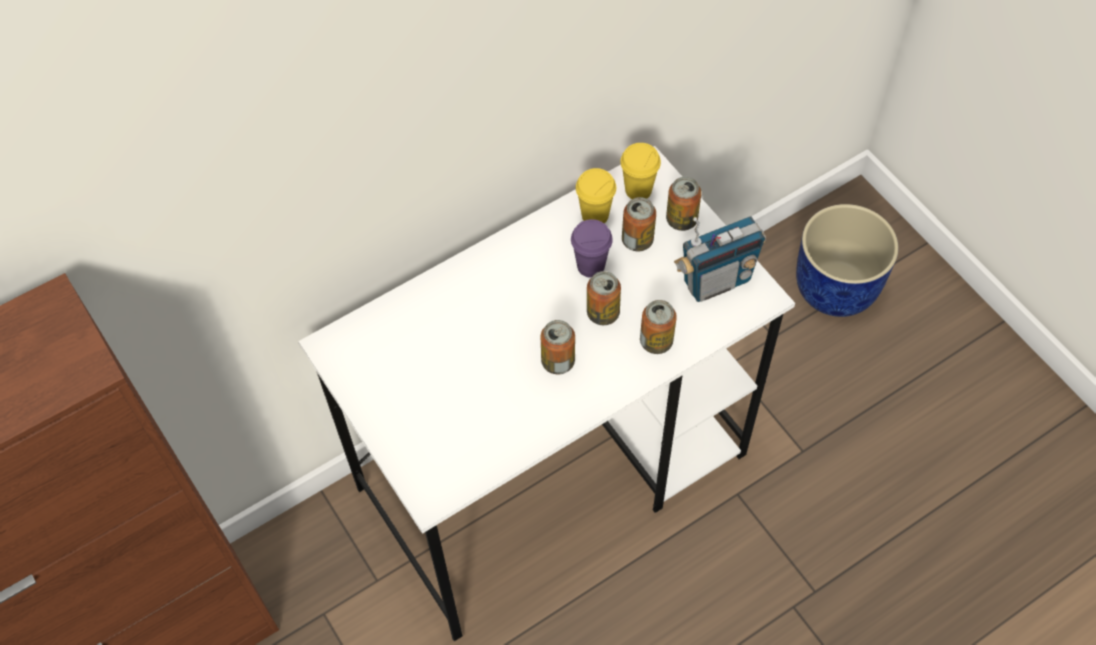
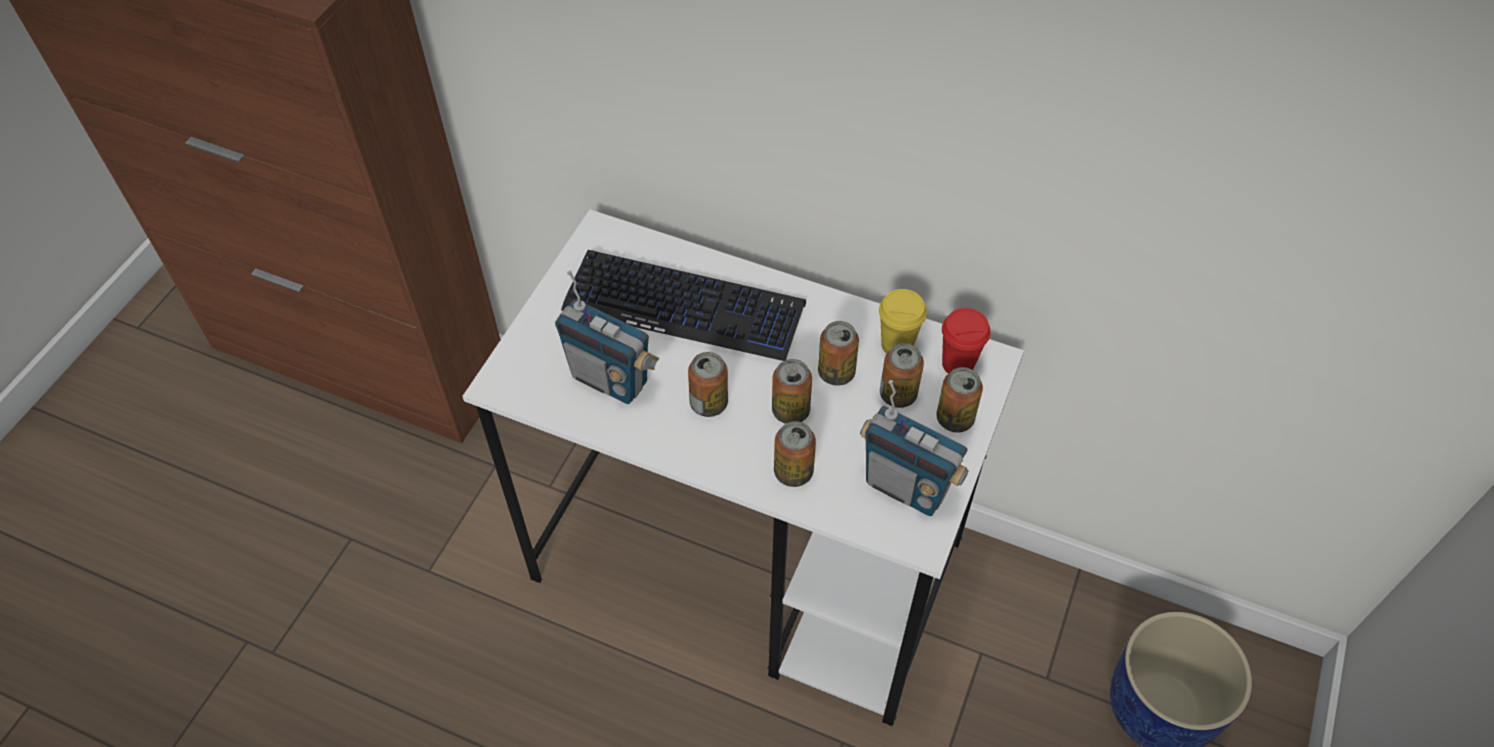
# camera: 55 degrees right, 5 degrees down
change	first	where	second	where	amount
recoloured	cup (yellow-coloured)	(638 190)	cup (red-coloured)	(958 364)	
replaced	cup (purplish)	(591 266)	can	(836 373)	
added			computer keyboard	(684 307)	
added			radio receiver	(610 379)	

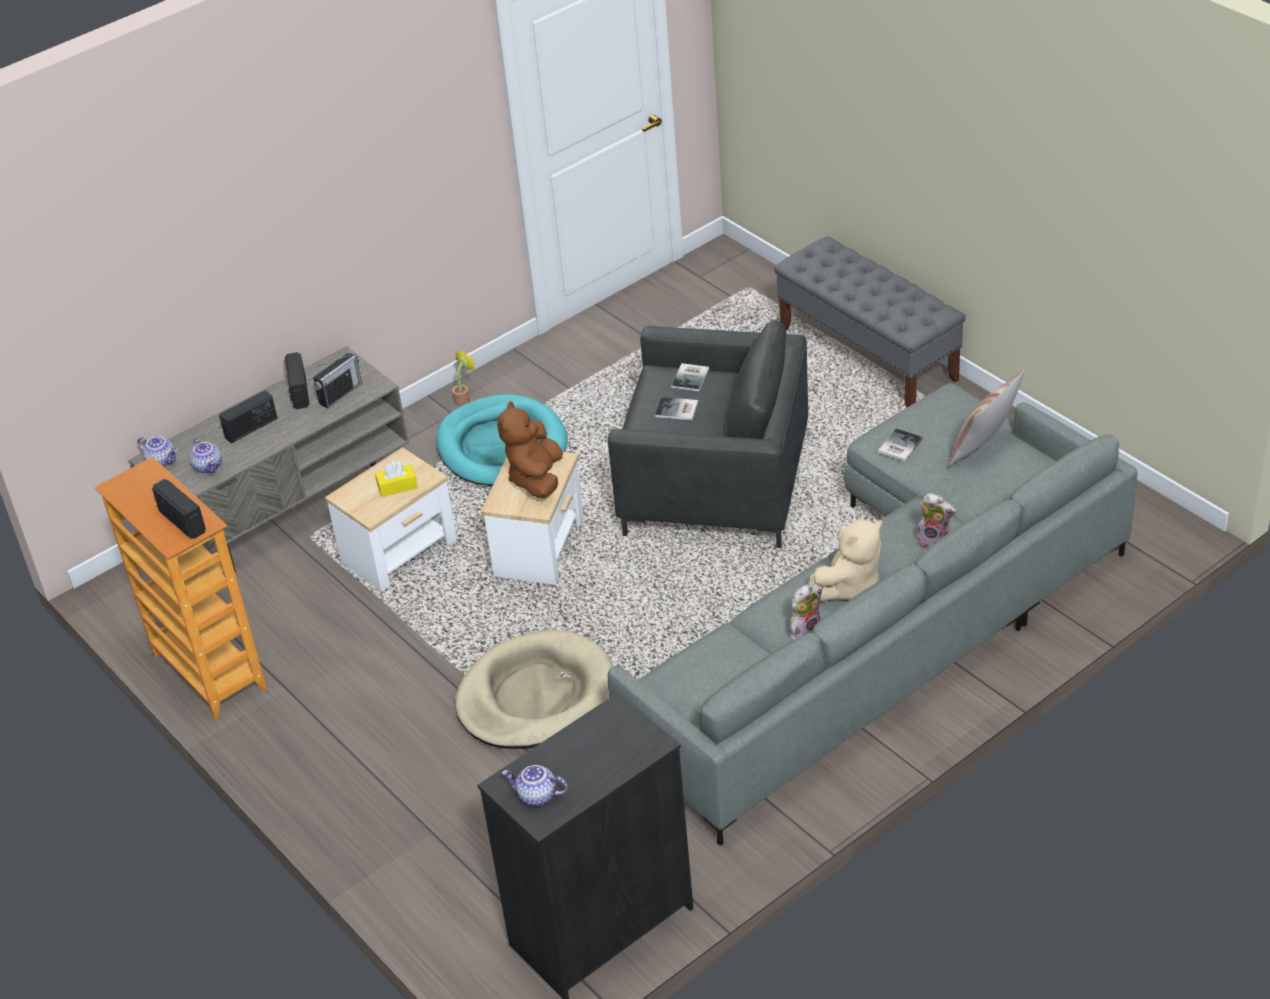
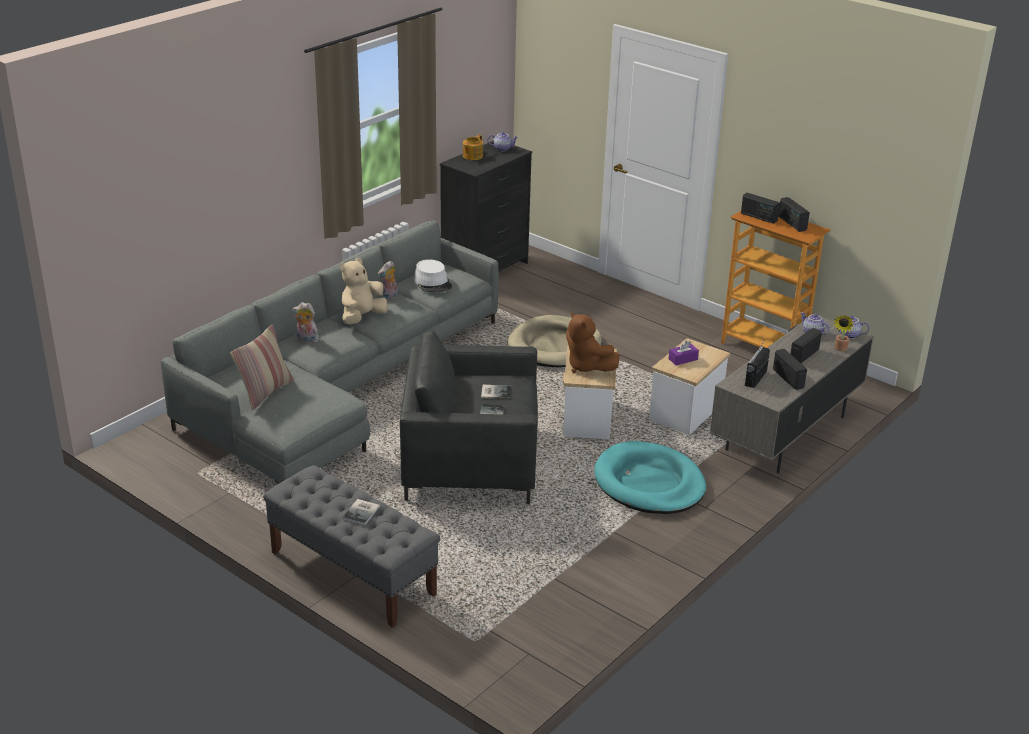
# camera: 165 degrees right, 10 degrees down
change	first	where	second	where	amount
moved	potted plant	(464 399)		(840 349)	
turned	soft toy (brown)	(536 479)		(587 366)	150 degrees clockwise
moved	bound book	(898 446)		(362 512)	
recoloured	box of tissues (yellow-coloured)	(397 486)	box of tissues (purplish)	(683 359)	
added			teapot	(472 156)	
added			radio receiver	(792 223)	
added			wearable hat (whitish)	(433 283)	

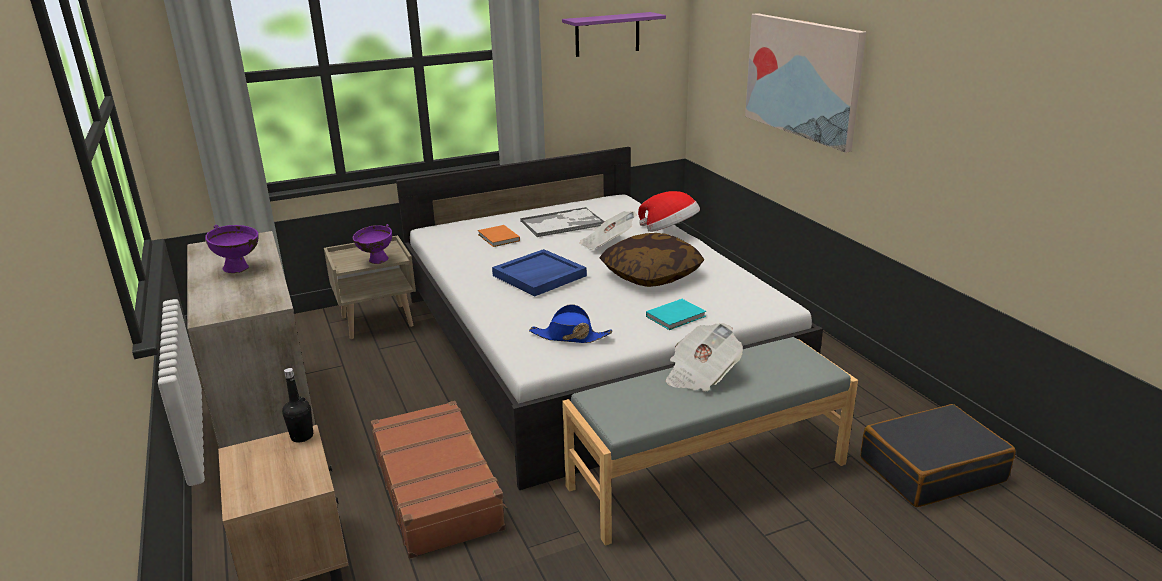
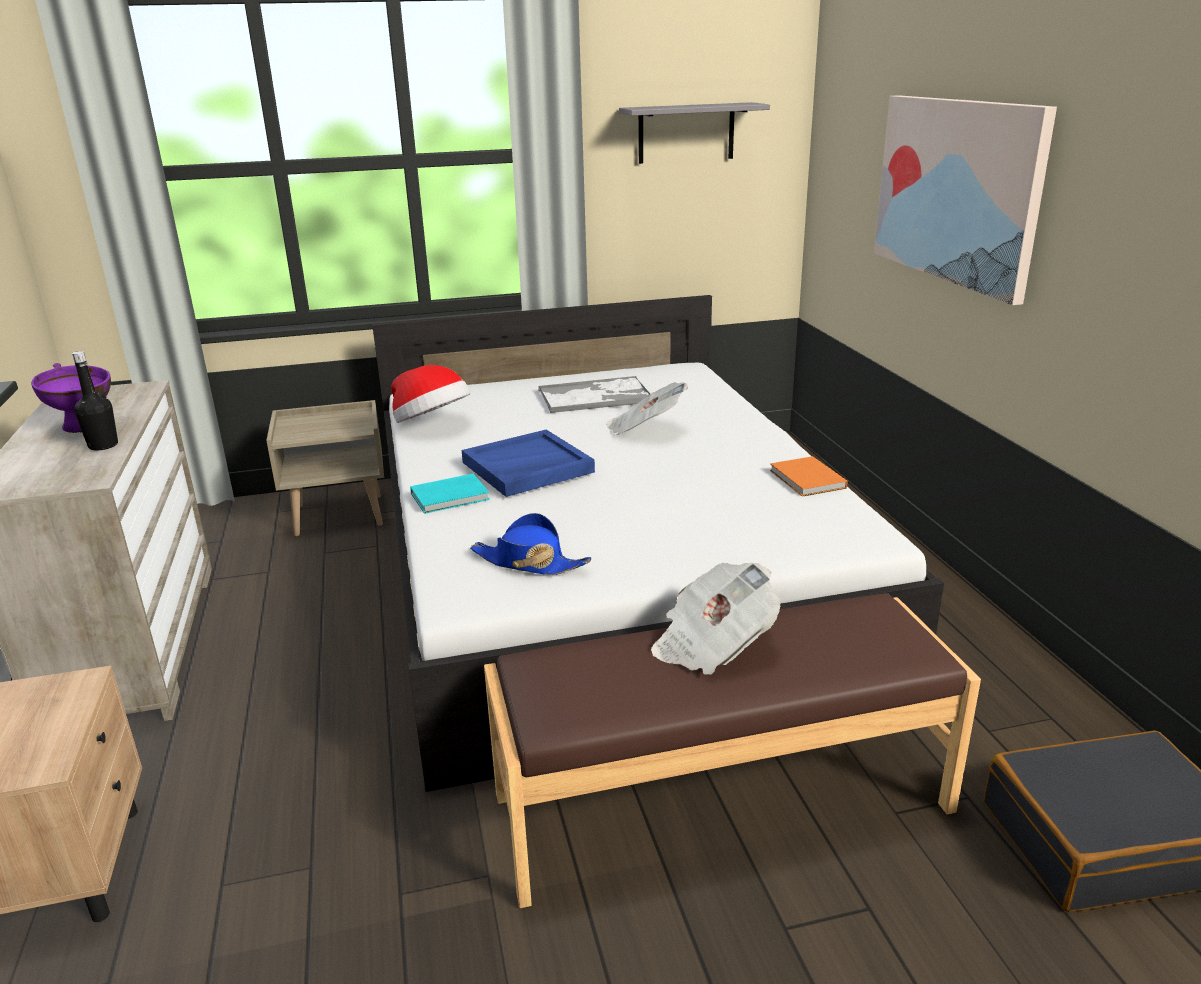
# camera: 10 degrees right, 0 degrees up
change	first	where	second	where	amount
recoloured	wall shelf (purplish)	(607 34)	wall shelf (greyish)	(686 133)	
moved	wearable hat	(670 231)		(431 424)	
removed	bowl (purplish)	(375 261)			
moved	bound book (orangey)	(498 238)		(807 480)	
removed	throw pillow	(651 275)			
moved	bound book (turquoise-coloured)	(677 316)		(452 496)	
recoloured	bench (greyish)	(706 474)	bench (brown)	(720 801)	
moved	beverage bottle (black)	(302 436)		(103 445)	
removed	suitcase (brown)	(438 490)			

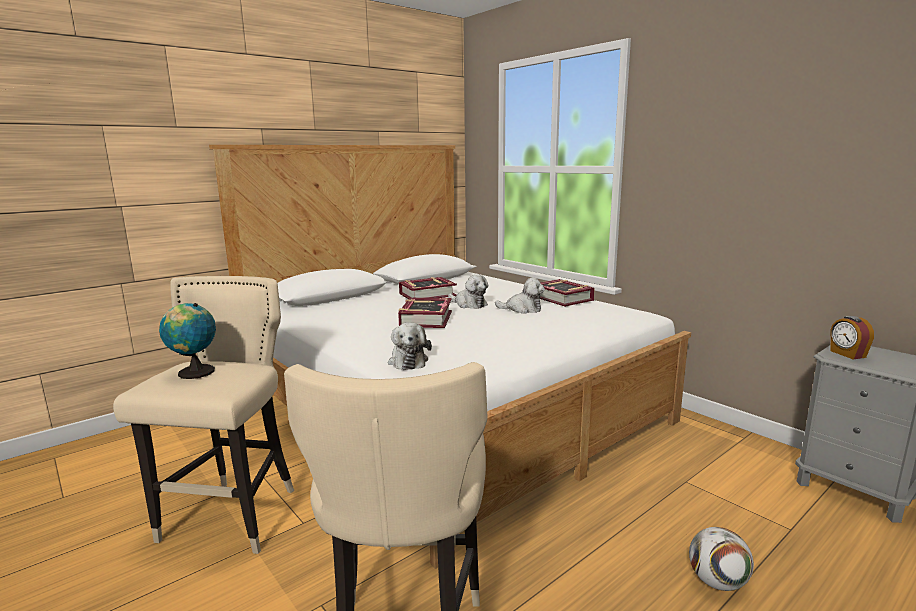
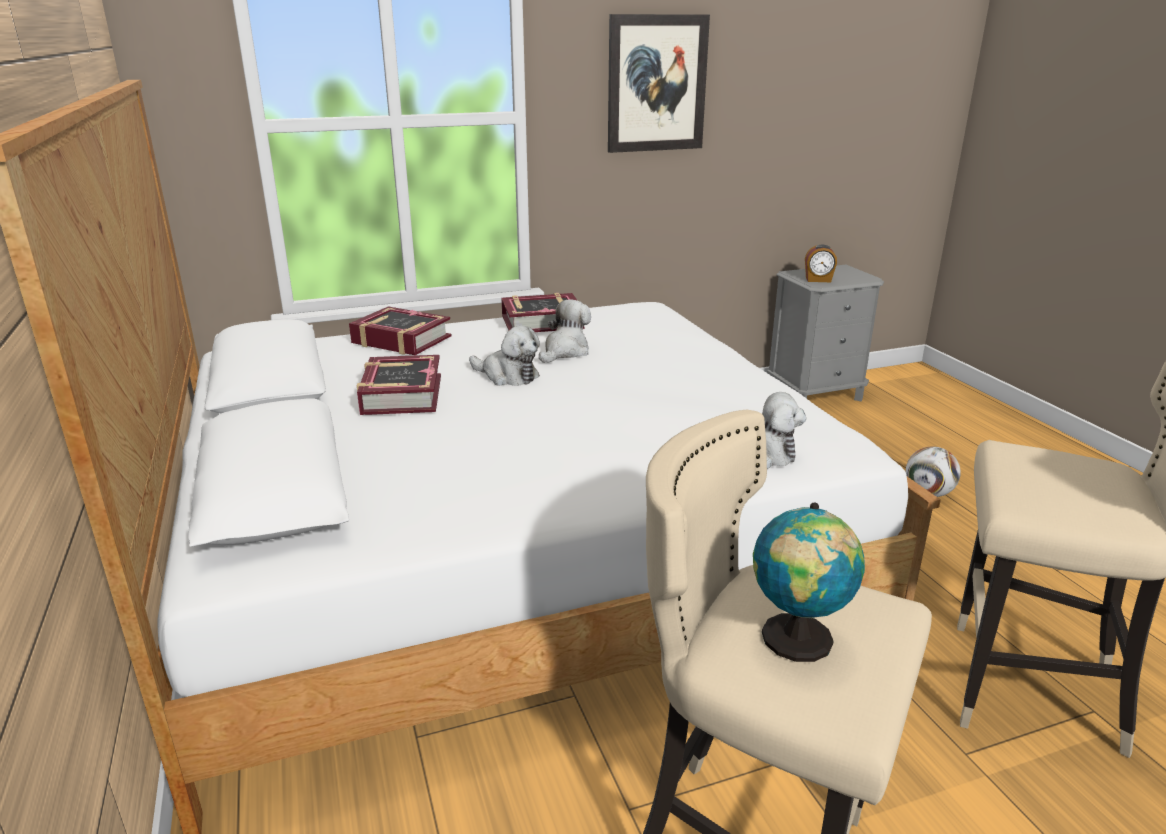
# camera: 70 degrees left, 10 degrees up
change	first	where	second	where	amount
turned	soft toy	(469 304)		(507 376)	60 degrees clockwise
moved	bound book	(425 319)		(401 340)	
added			picture	(656 84)	

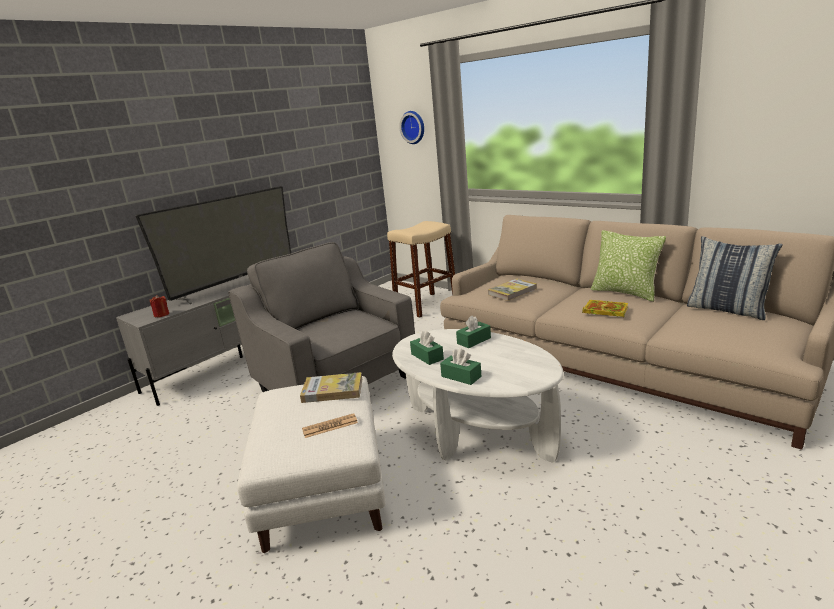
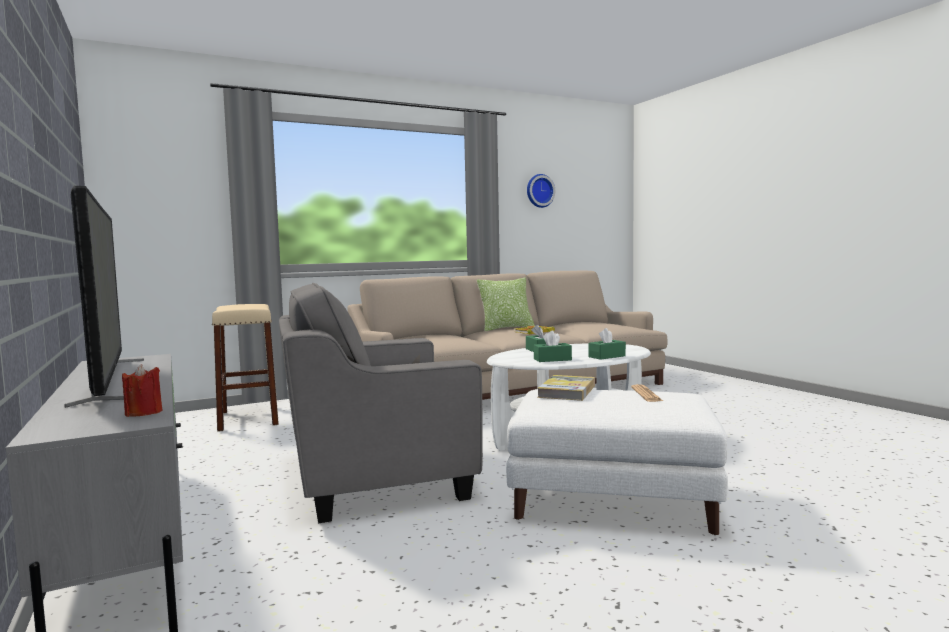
# camera: 70 degrees left, 15 degrees down
change	first	where	second	where	amount
moved	wall clock	(414 127)		(539 191)	
removed	throw pillow	(727 310)			
removed	bound book	(512 292)			

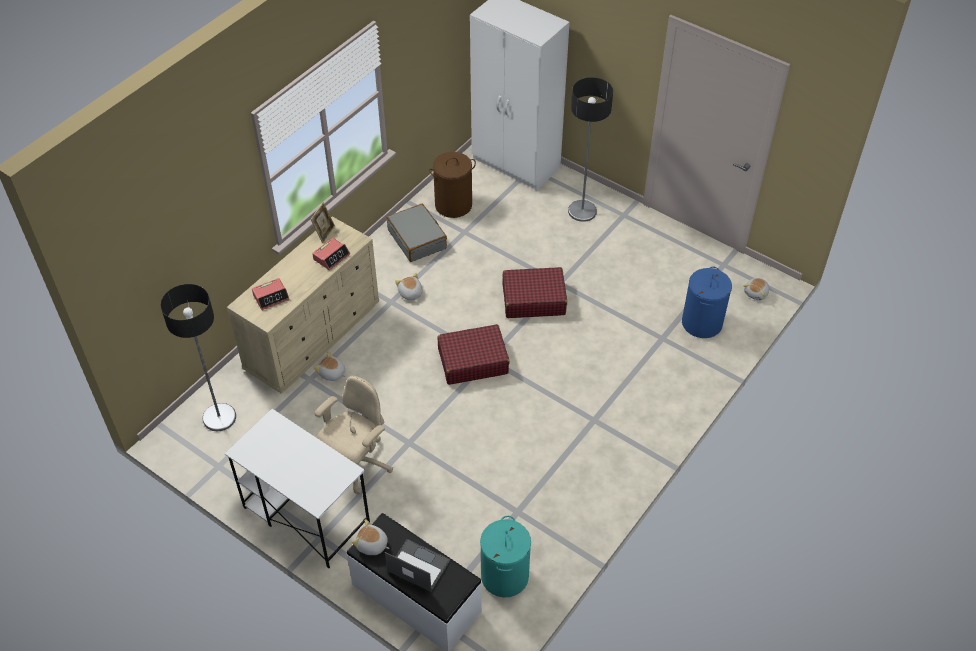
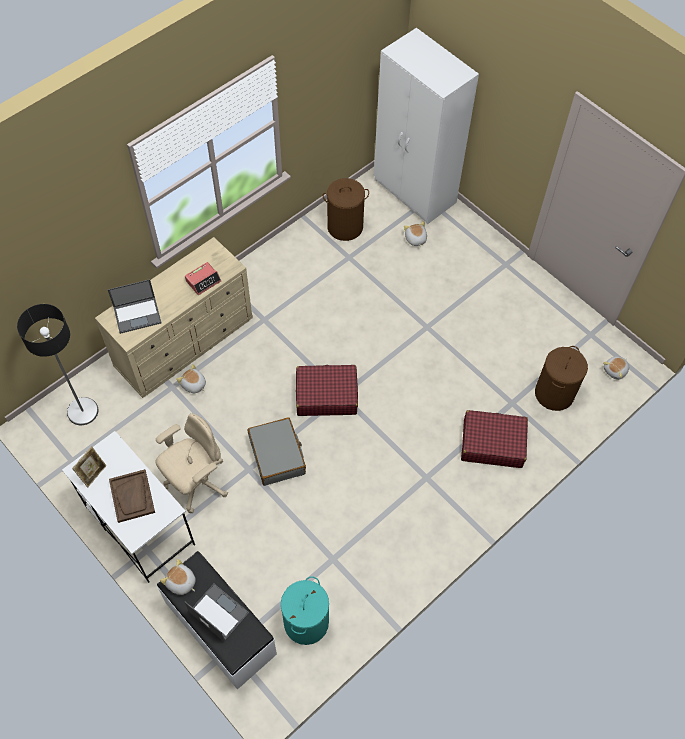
# camera: 10 degrees right, 10 degrees up
change	first	where	second	where	amount
removed	standing lamp	(582 211)			
moved	picture frame	(324 233)		(93 473)	
moved	suitcase (greyish)	(417 239)		(277 455)	
moved	suitcase (red-coloured)	(533 299)		(492 443)	
recoloured	washing basket (blue-coloured)	(702 323)	washing basket (brown)	(554 394)	
moved	soft toy	(410 293)		(415 239)	
replaced	bedside clock	(271 297)	portable computer	(138 314)	
added			tray (brown)	(132 496)	

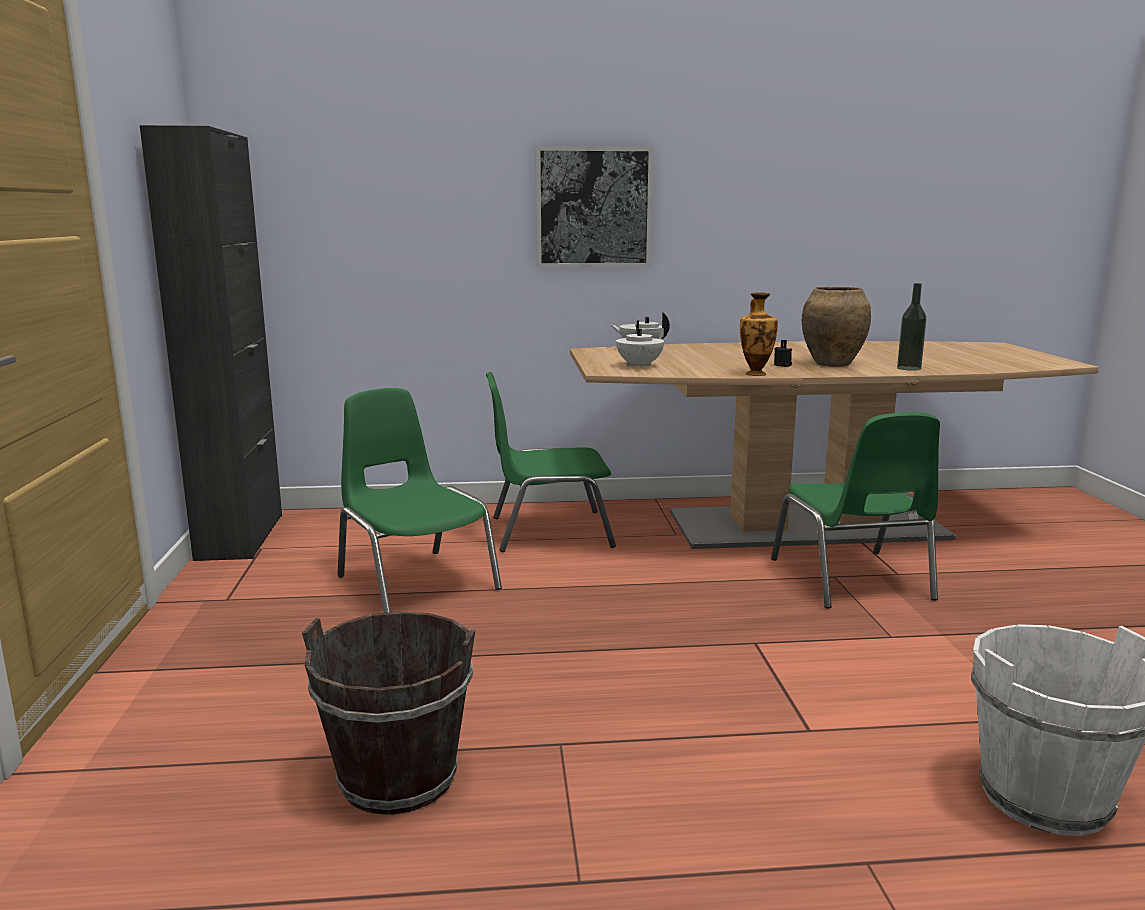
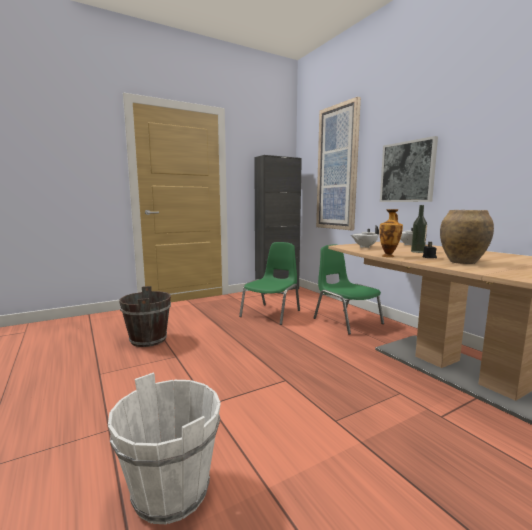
# camera: 65 degrees right, 5 degrees down
change	first	where	second	where	amount
moved	beverage bottle	(909 368)		(417 252)	
removed	chair (green-coloured)	(852 580)			
added			picture	(337 168)	

